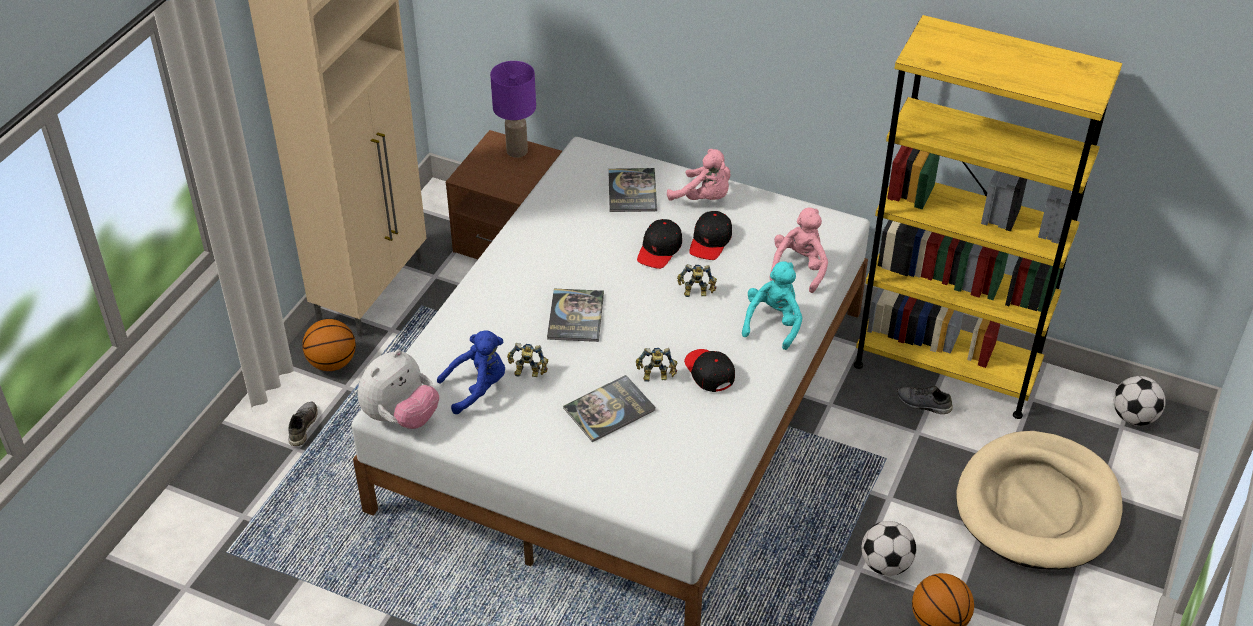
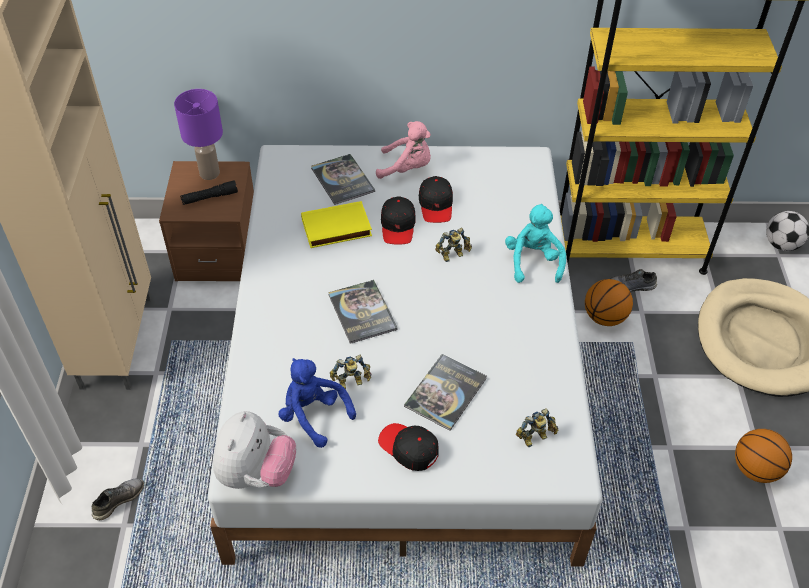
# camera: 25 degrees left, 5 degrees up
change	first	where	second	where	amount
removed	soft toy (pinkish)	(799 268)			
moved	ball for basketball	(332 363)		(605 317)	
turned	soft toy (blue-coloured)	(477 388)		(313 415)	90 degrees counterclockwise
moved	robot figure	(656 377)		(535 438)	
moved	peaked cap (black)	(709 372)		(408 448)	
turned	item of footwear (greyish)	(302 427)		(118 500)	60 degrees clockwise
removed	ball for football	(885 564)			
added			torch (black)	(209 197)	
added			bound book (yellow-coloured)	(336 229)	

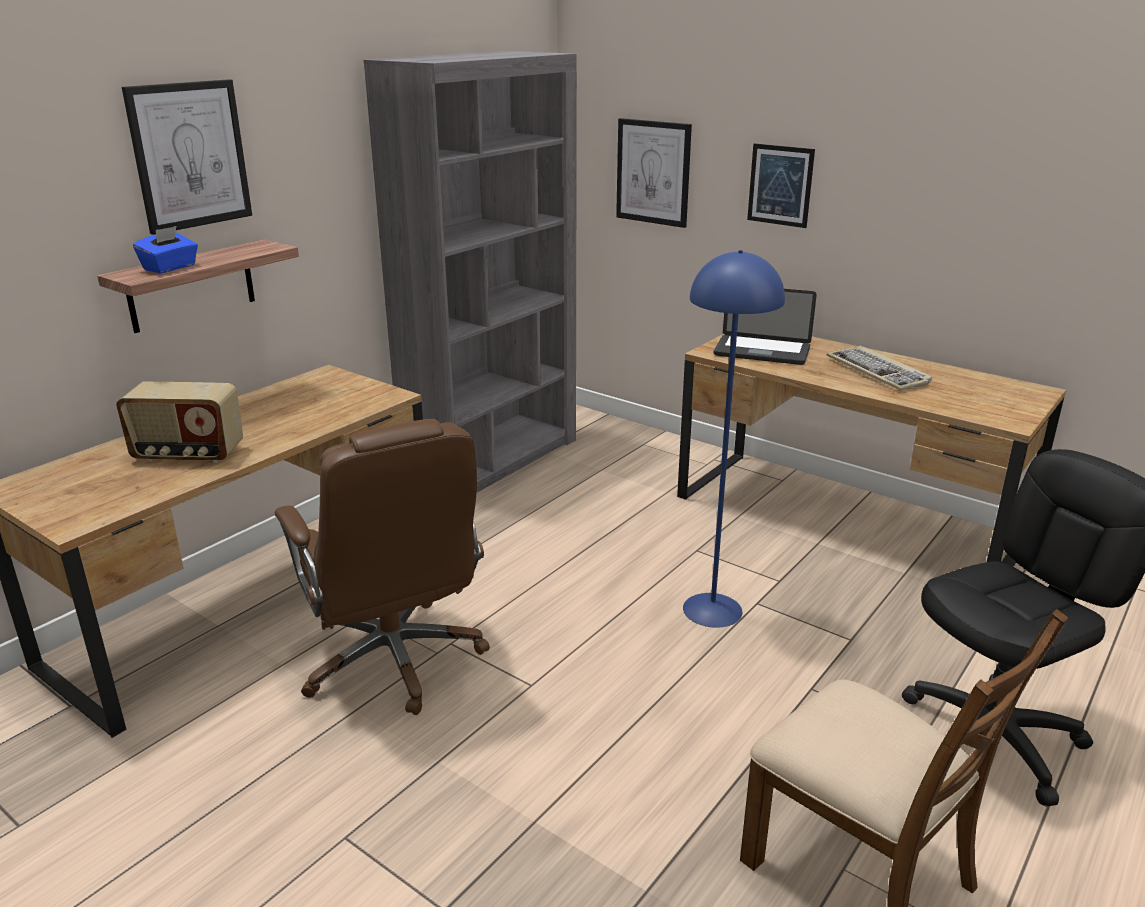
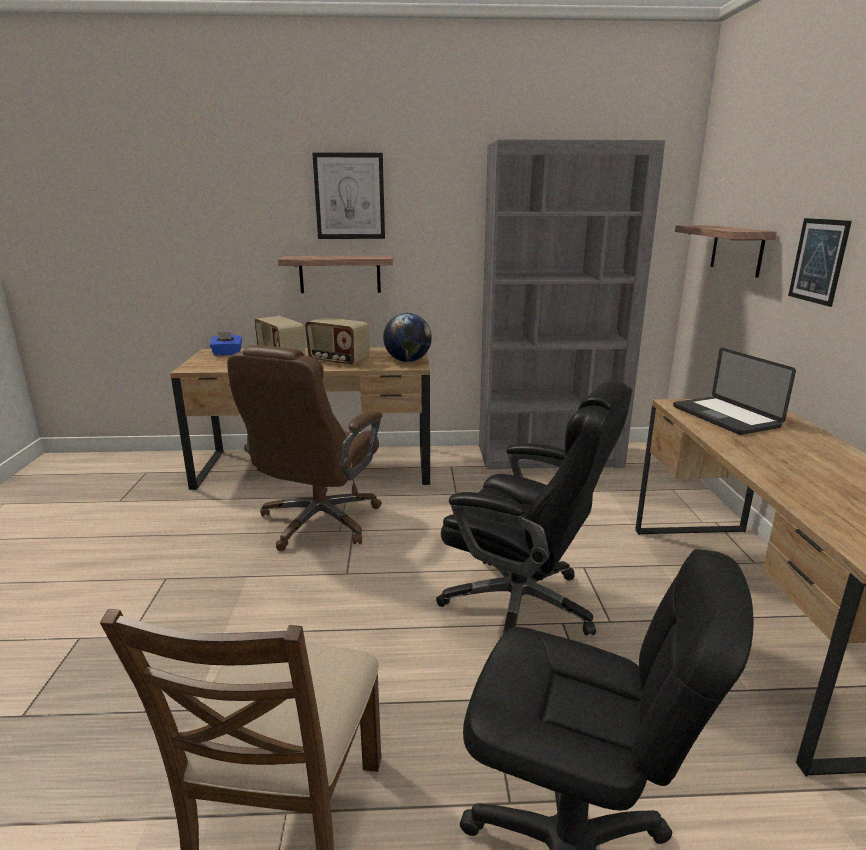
# camera: 50 degrees right, 5 degrees down
change	first	where	second	where	amount
replaced	picture	(653 172)	wall shelf	(737 250)	
moved	box of tissues (blue-coloured)	(170 268)		(227 354)	
replaced	standing lamp (blue-coloured)	(713 609)	desk chair (black)	(522 606)	
removed	computer keyboard	(878 372)			
added			world globe	(407 361)	
added			radio receiver	(338 361)	

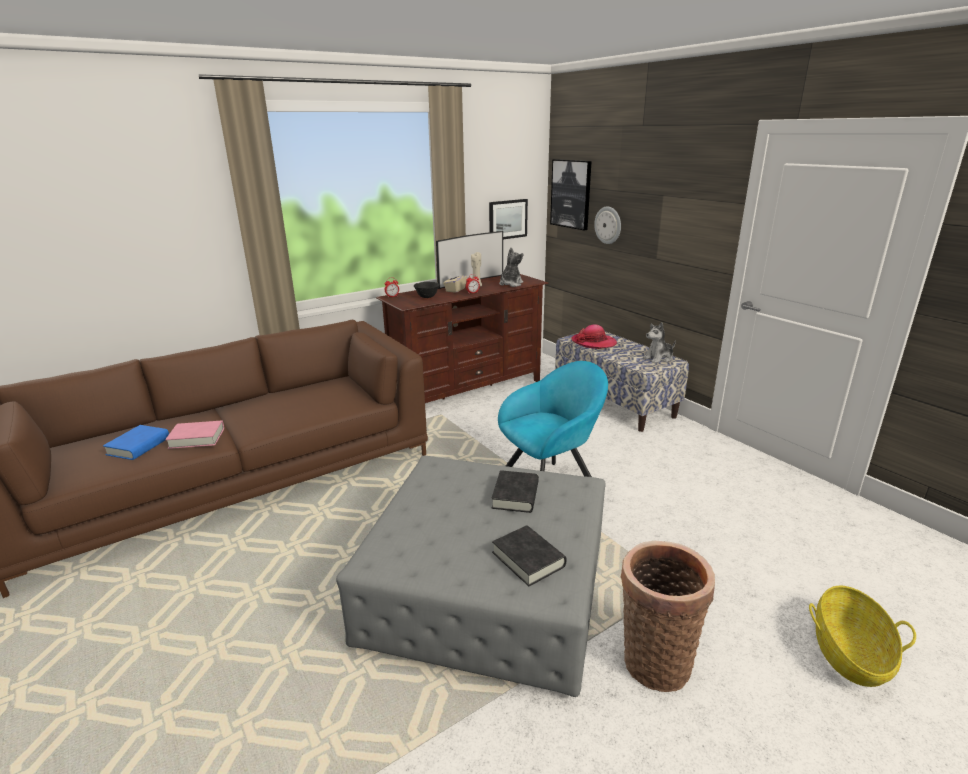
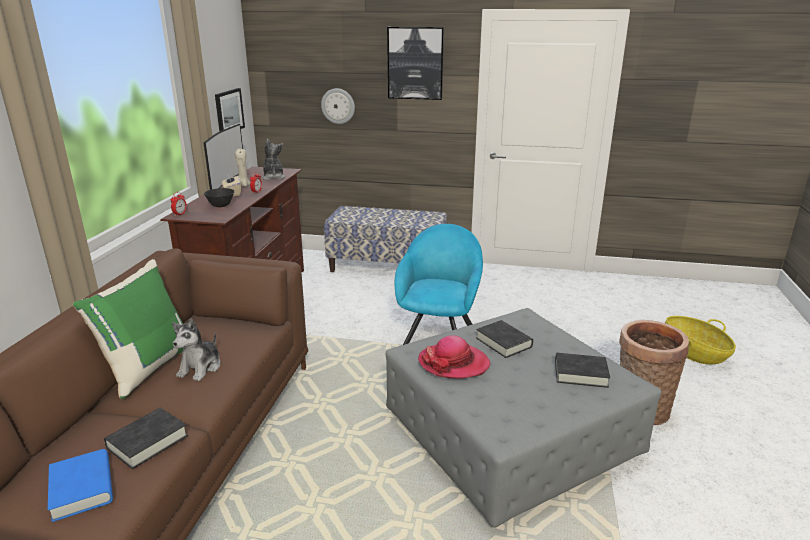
# camera: 45 degrees left, 0 degrees up
change	first	where	second	where	amount
moved	picture	(571 194)		(415 63)	
moved	soft toy	(658 358)		(200 368)	
moved	wearable hat	(593 342)		(453 363)	
recoloured	bound book (pinkish)	(197 438)	bound book (black)	(147 442)	
added			throw pillow (green-coloured)	(148 366)	

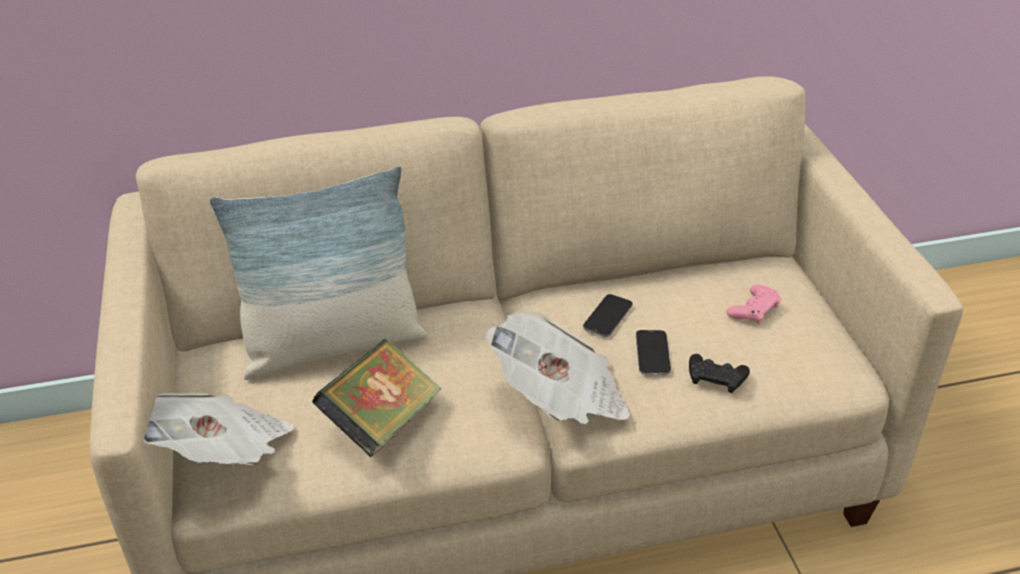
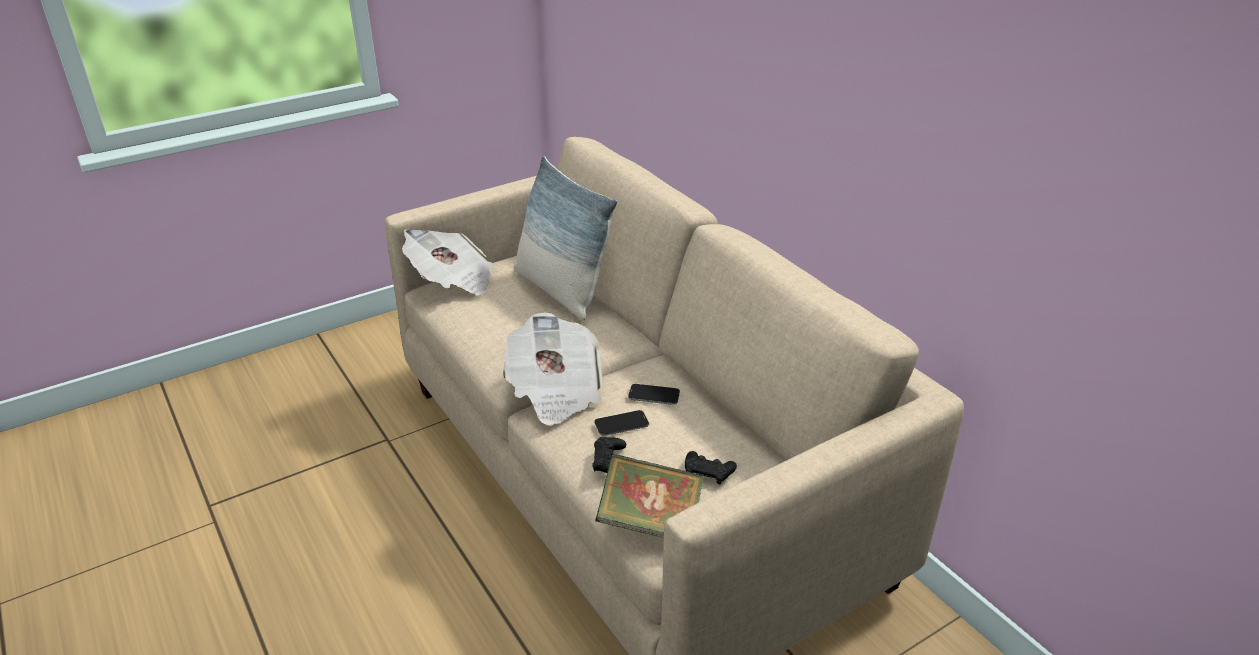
# camera: 70 degrees right, 5 degrees down
change	first	where	second	where	amount
recoloured	gamepad (pinkish)	(754 310)	gamepad (black)	(708 471)	
moved	bound book	(382 422)		(650 522)	

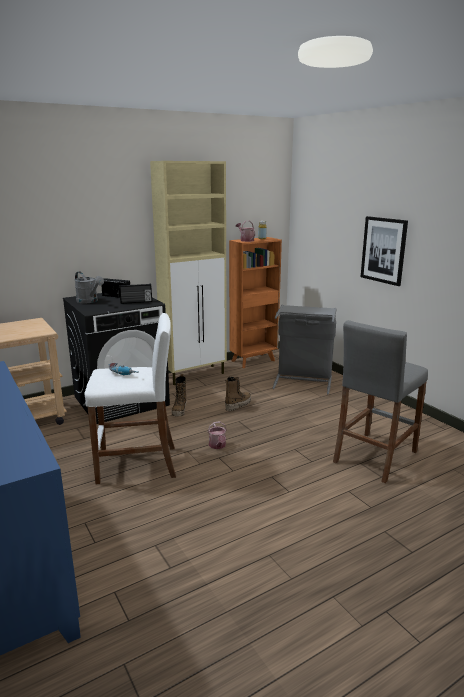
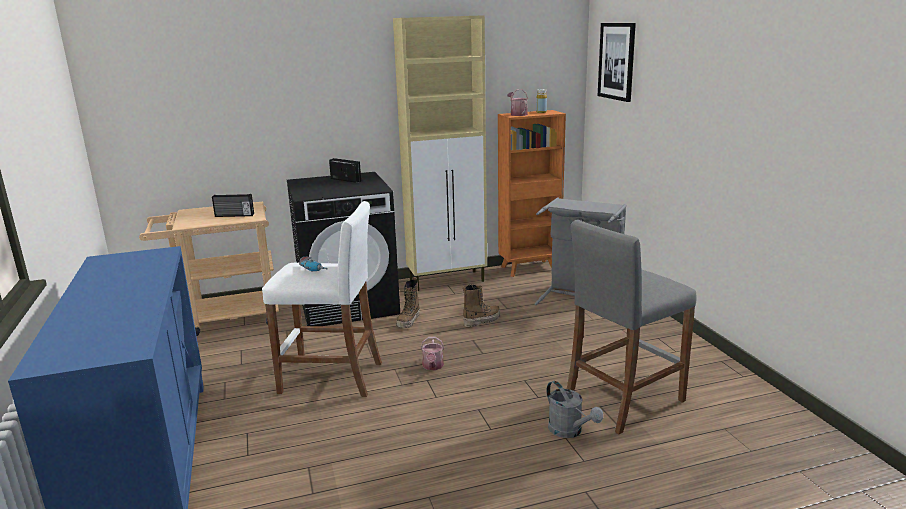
# camera: 15 degrees right, 0 degrees up
change	first	where	second	where	amount
moved	picture	(383 250)		(617 61)	
moved	sprinkling can (greyish)	(89 301)		(569 431)	
moved	radio receiver	(136 302)		(234 215)	

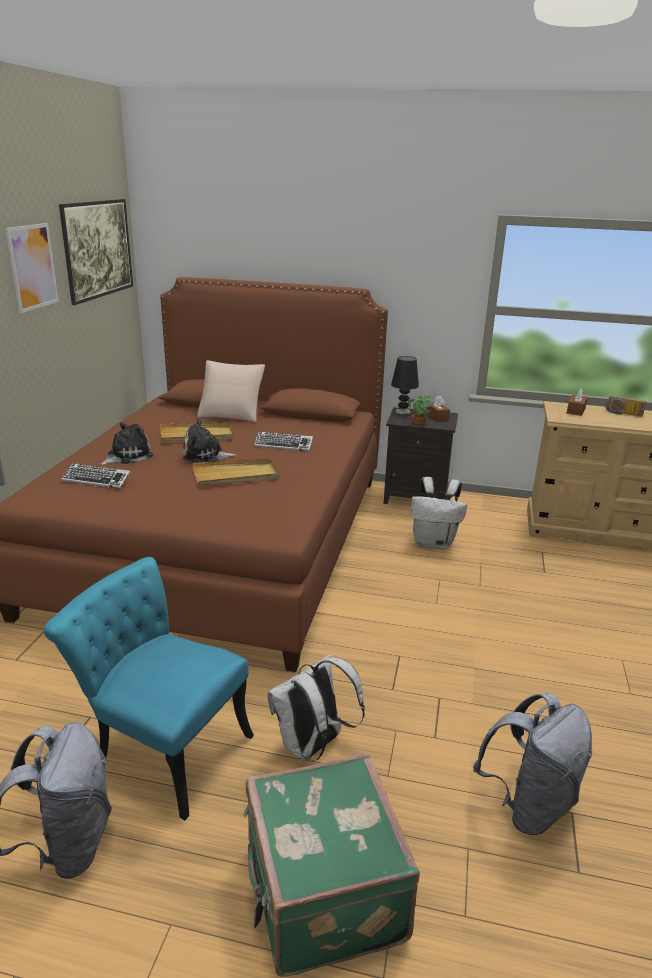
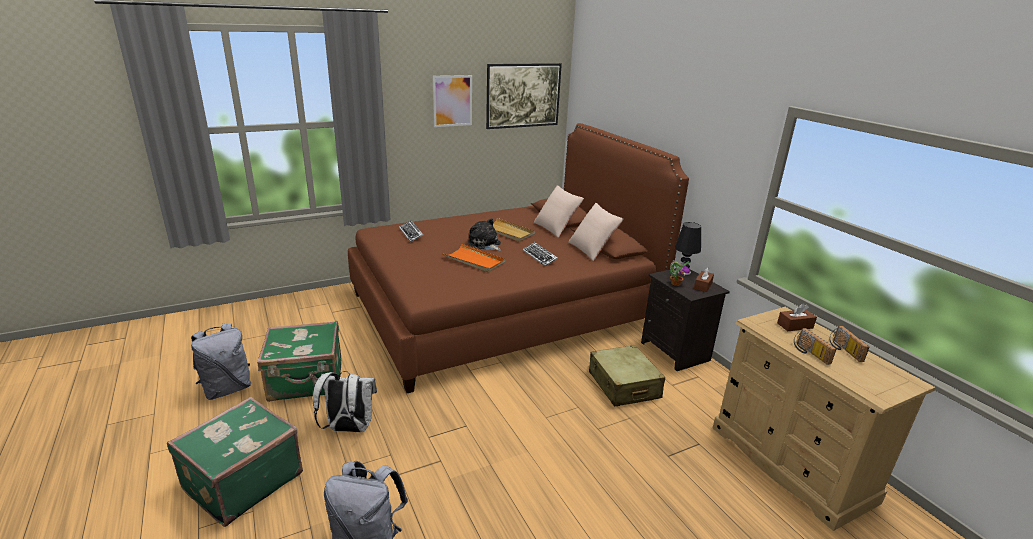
# camera: 50 degrees right, 0 degrees up
change	first	where	second	where	amount
removed	soft toy	(127 456)			
recoloured	tray (beige)	(236 475)	tray (orangey)	(474 260)	
replaced	knapsack (whitish)	(434 543)	suitcase (beige)	(623 385)	
replaced	chair (turquoise-coloured)	(162 748)	suitcase (green-coloured)	(306 381)	
added			throw pillow (beige)	(592 249)	
added			radio receiver	(809 353)	

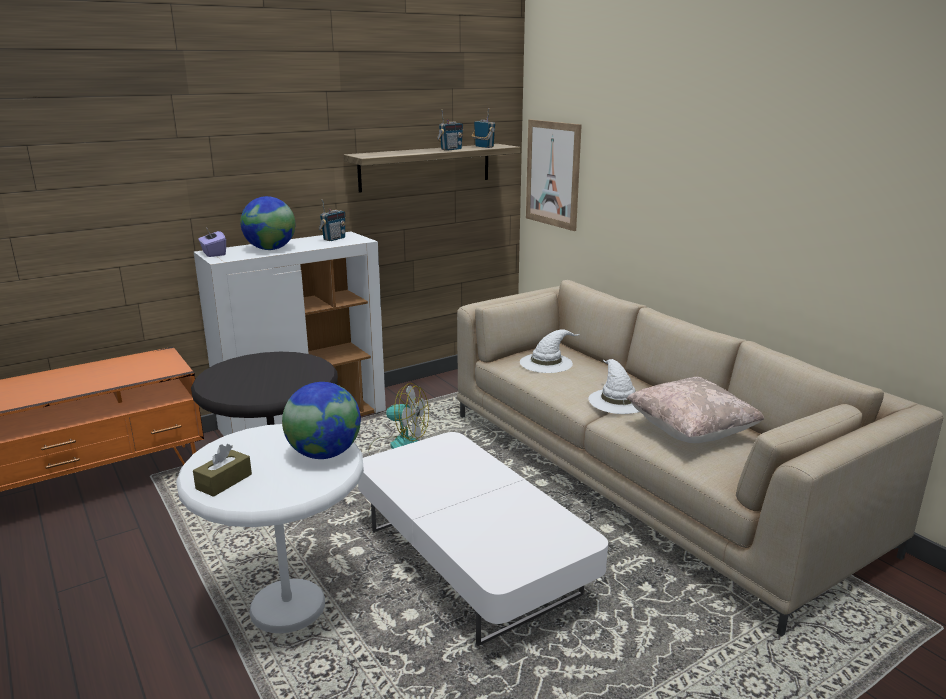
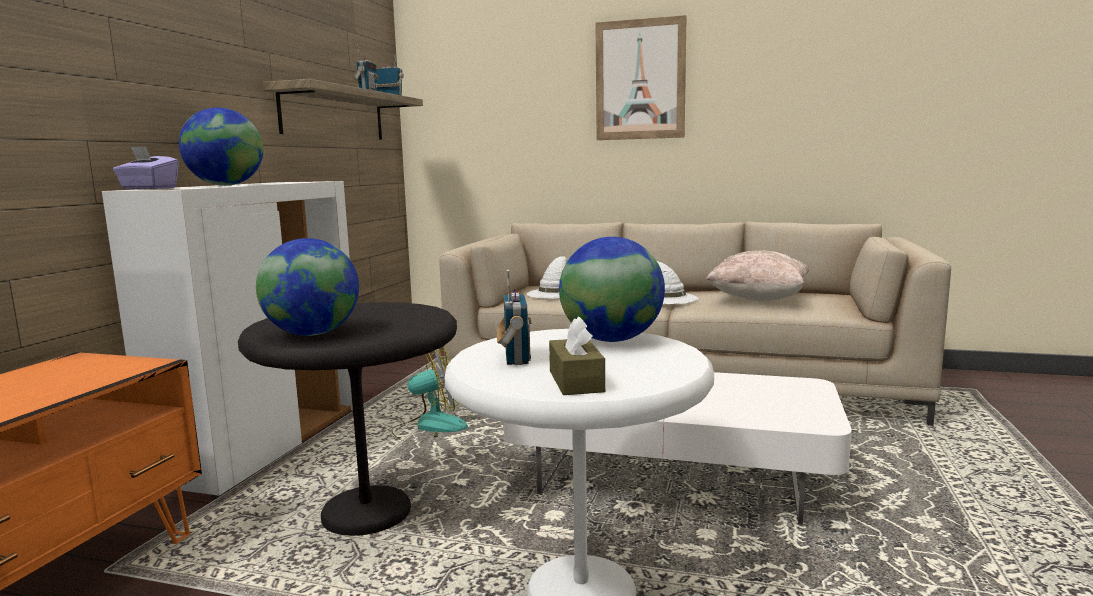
# camera: 40 degrees left, 10 degrees down
change	first	where	second	where	amount
moved	picture	(552 174)		(640 80)	
moved	radio receiver	(334 239)		(515 359)	
added			world globe	(312 334)	

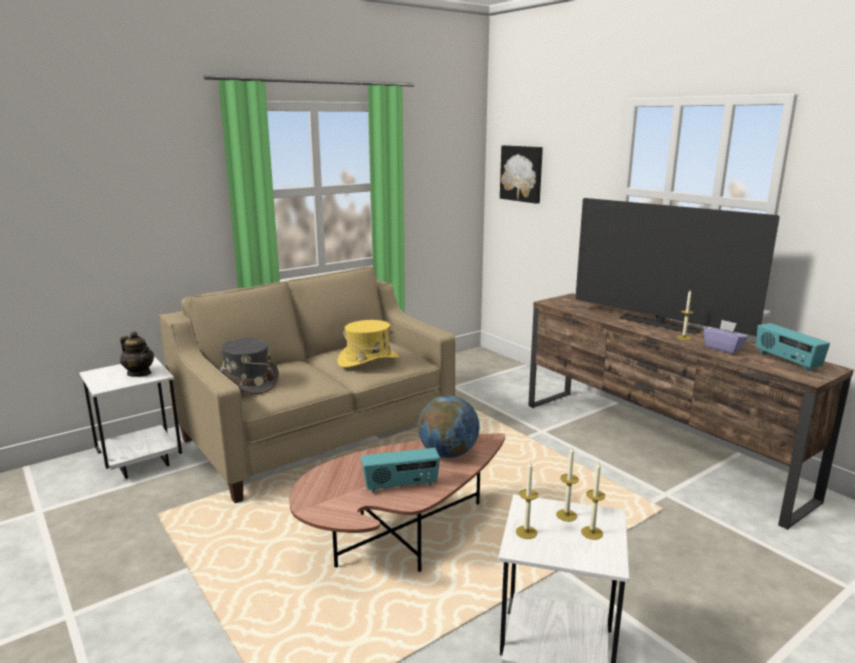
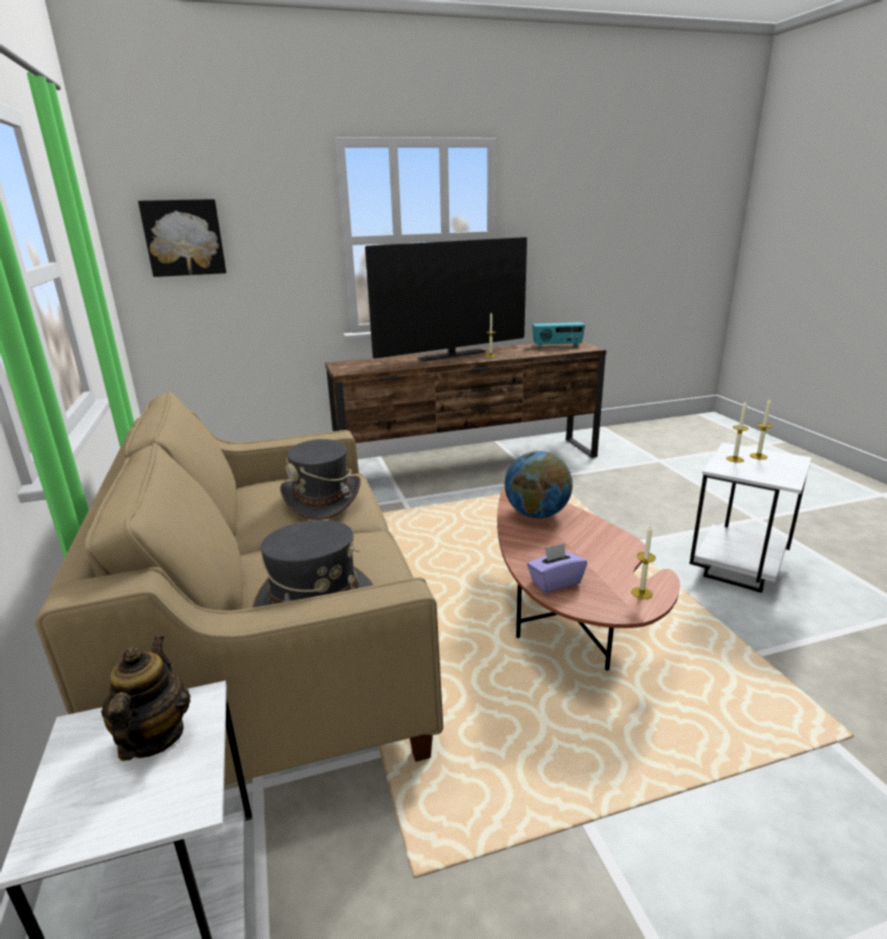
# camera: 70 degrees left, 5 degrees up
change	first	where	second	where	amount
recoloured	wearable hat (yellow-coloured)	(368 360)	wearable hat (greyish)	(323 499)	
moved	box of tissues (purplish)	(723 348)		(555 582)	
turned	teapot	(139 373)		(154 737)	60 degrees counterclockwise
removed	radio receiver	(401 486)			
moved	wax light	(526 532)		(641 593)	

